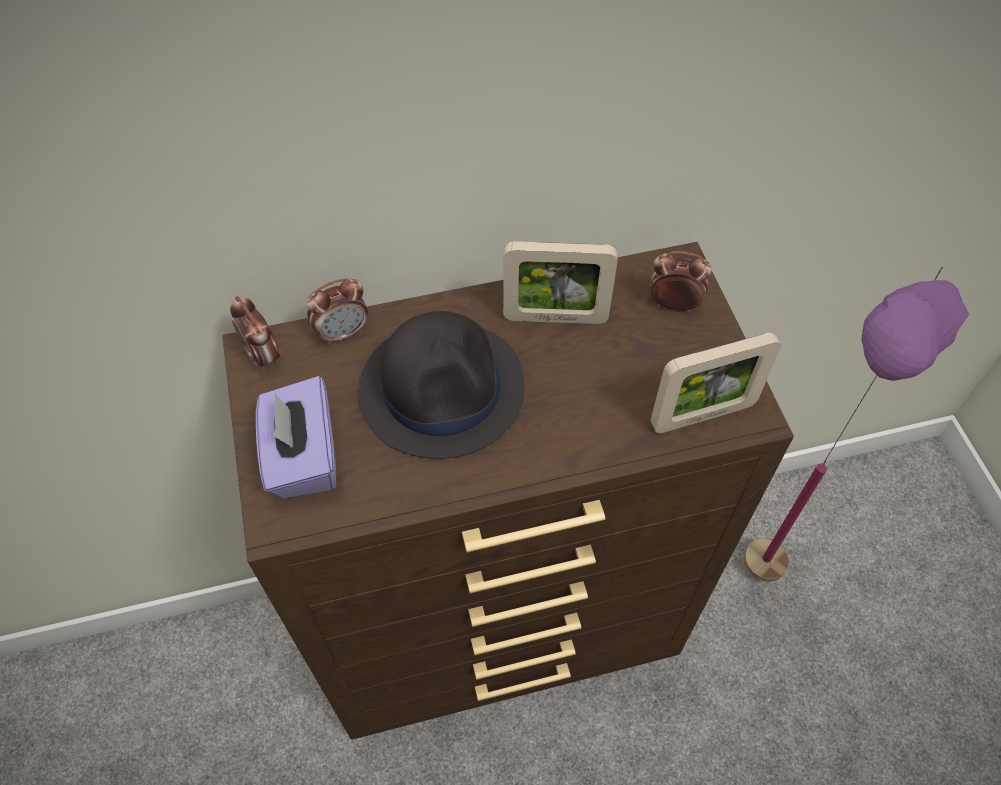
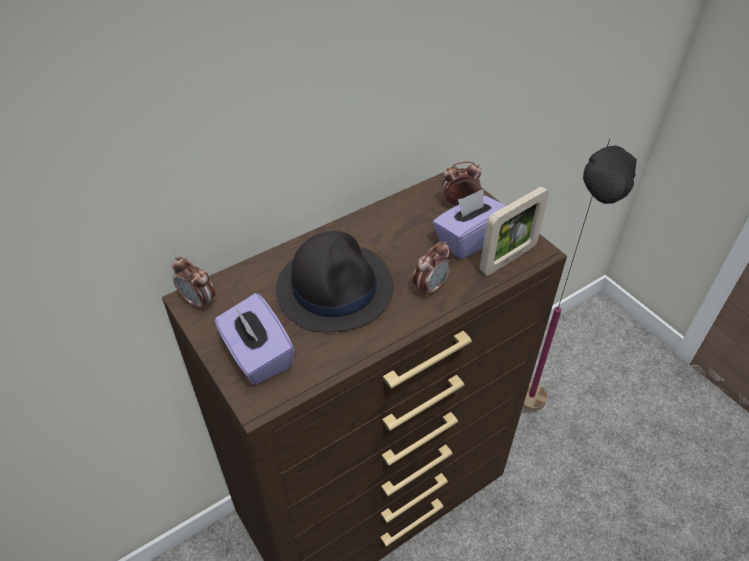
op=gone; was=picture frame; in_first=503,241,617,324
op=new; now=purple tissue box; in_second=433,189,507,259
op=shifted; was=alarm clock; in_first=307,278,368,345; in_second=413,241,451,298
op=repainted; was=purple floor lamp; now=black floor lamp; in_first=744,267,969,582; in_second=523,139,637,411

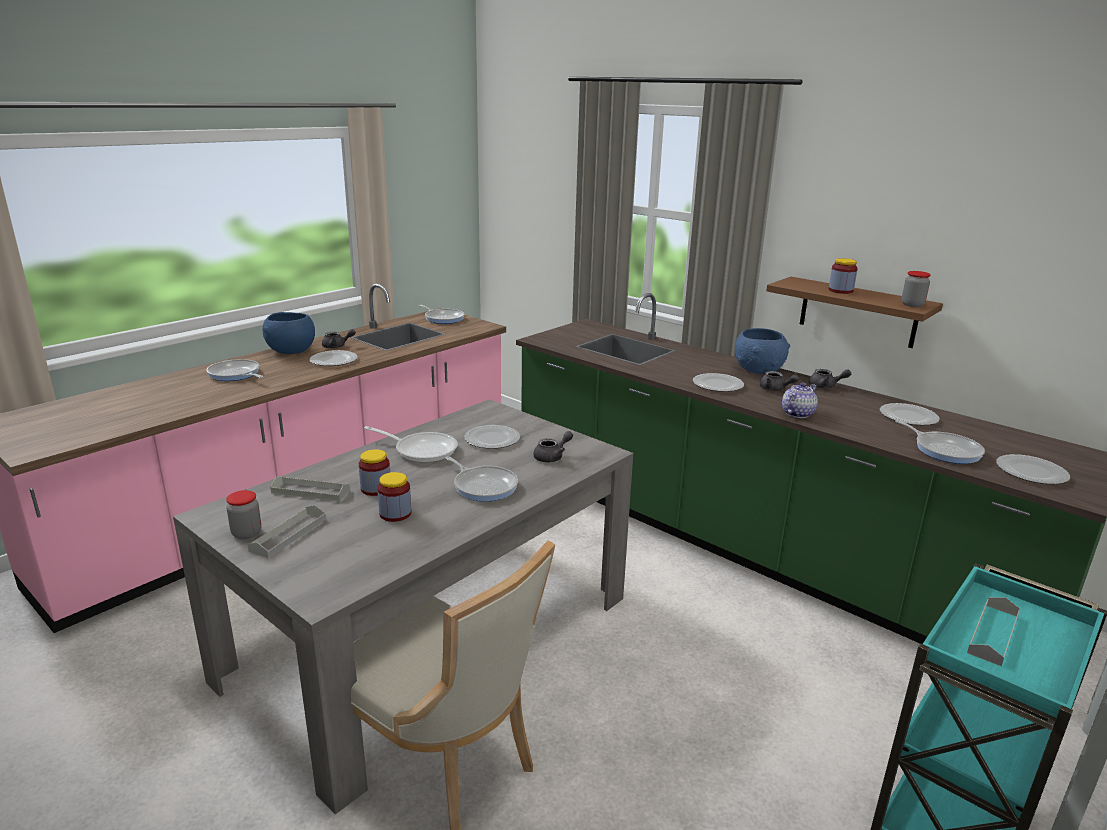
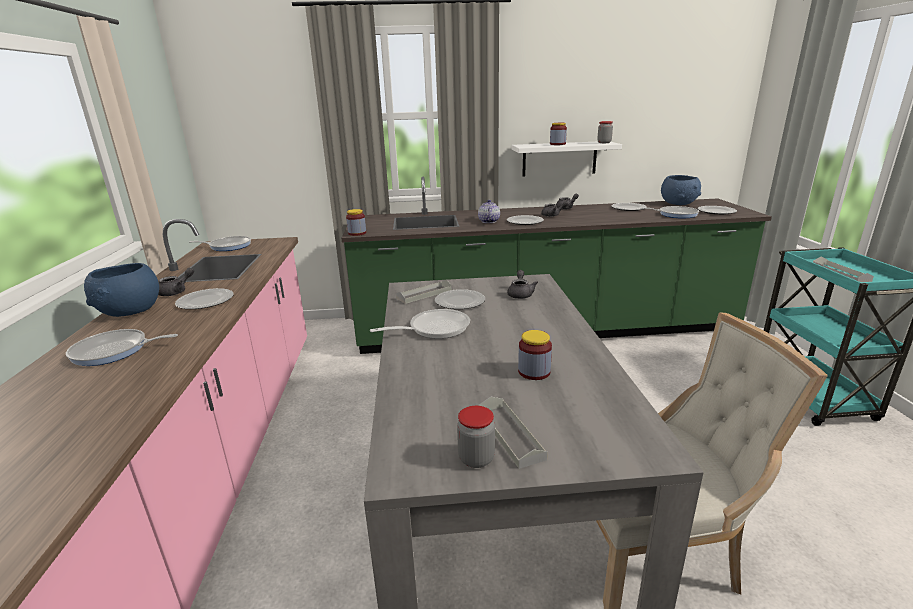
op=gone; was=frying pan; in_first=446,456,518,502
op=shifted; was=grey tray; in_first=270,476,350,501; in_second=396,279,452,304
op=shifted; was=jar; in_first=359,449,390,496; in_second=346,209,366,236
op=shifted; was=blue bowl; in_first=735,328,790,374; in_second=661,175,701,205
op=shifted; was=teapot; in_first=782,383,818,418; in_second=478,200,500,223
op=repainted; was=brown shelf; now=white shelf; in_first=766,277,943,348; in_second=512,142,622,177

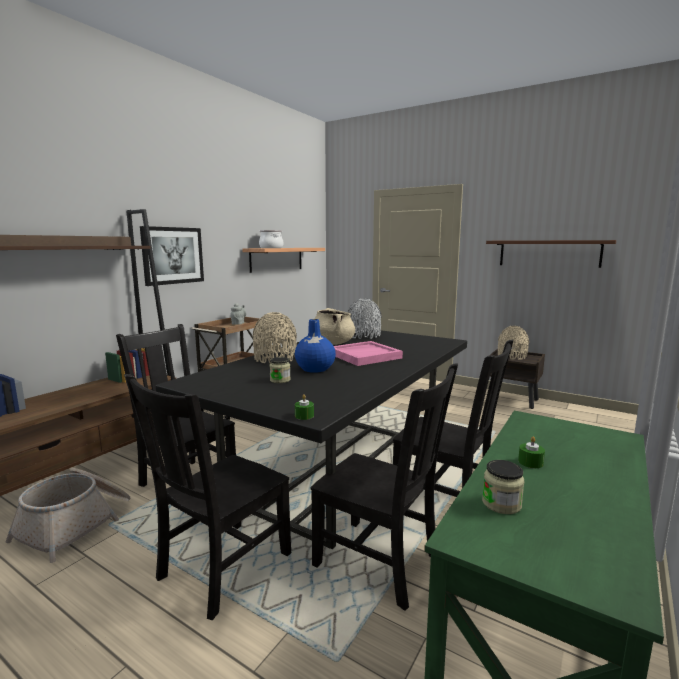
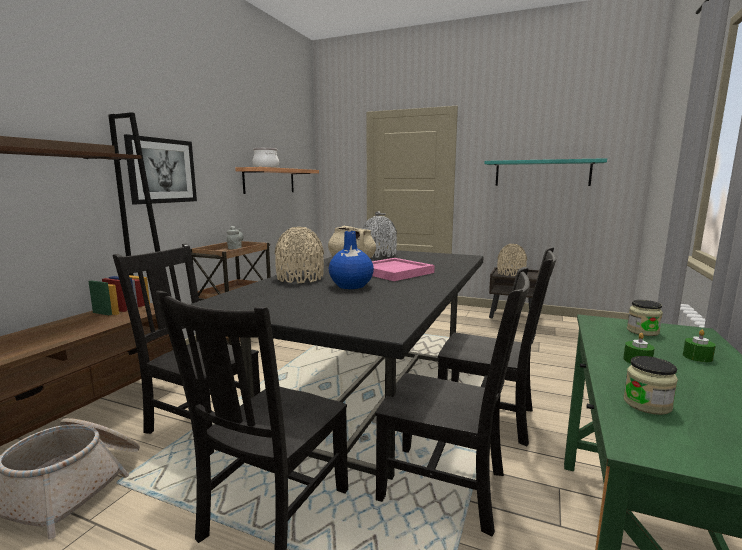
op=shifted; was=jar; in_first=269,357,291,383; in_second=627,300,663,336
op=shifted; was=green candle; in_first=295,394,314,420; in_second=683,330,716,362
op=repainted; was=brown shelf; now=turquoise shelf; in_first=486,240,616,268; in_second=485,158,607,186

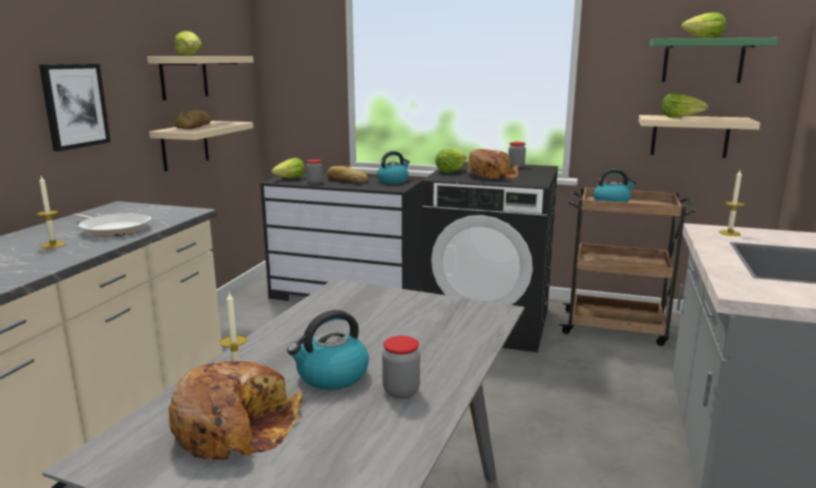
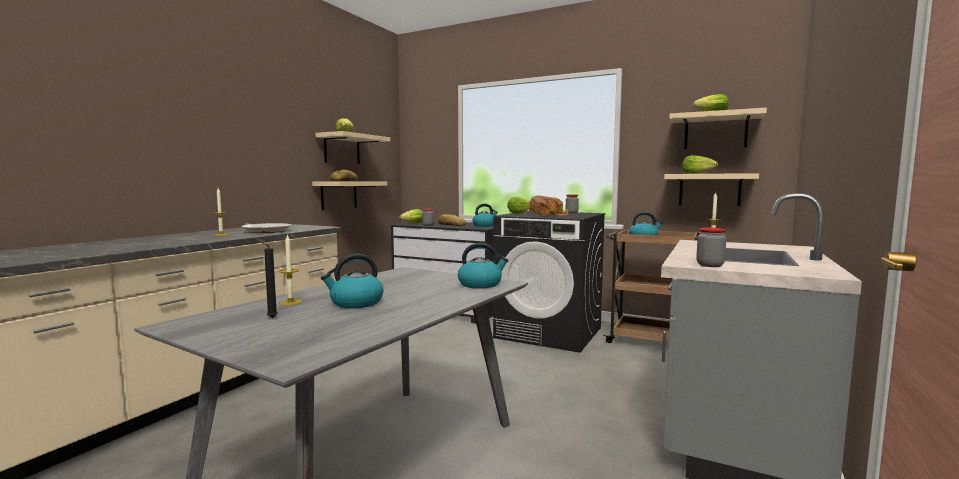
op=gone; was=picture; in_first=39,64,111,151
op=new; now=kettle; in_second=458,243,508,289
op=shifted; was=jar; in_first=382,336,420,399; in_second=696,227,726,267
op=swapped; was=bread; now=black candle; in_first=169,361,303,460; in_second=261,242,278,318
op=repainted; was=green shelf; now=beige shelf; in_first=649,38,778,83; in_second=669,108,767,149

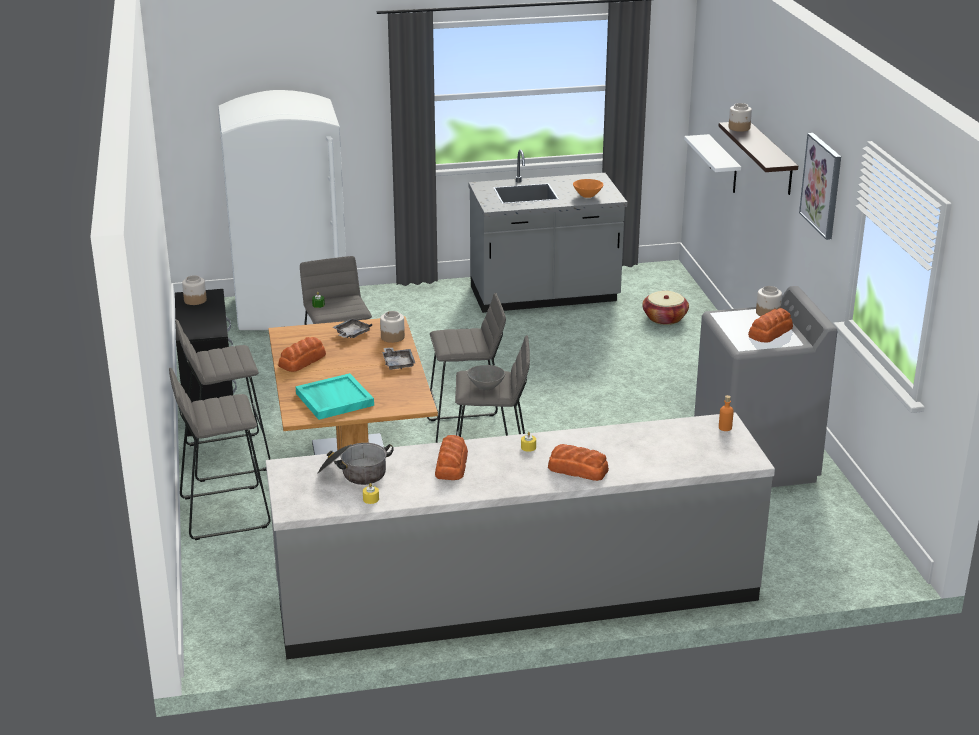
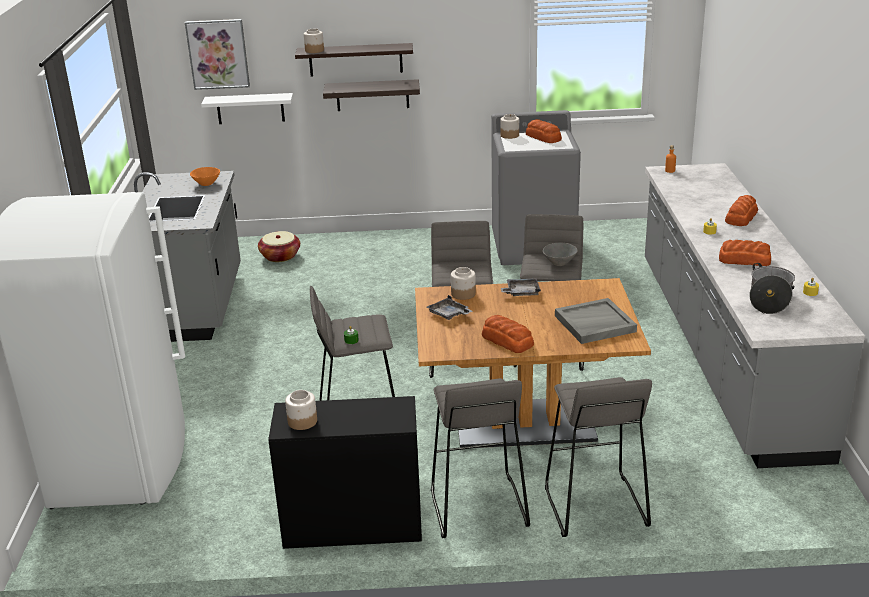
op=new; now=shelf; in_second=323,79,420,111
op=shifted; was=picture; in_first=799,133,841,240; in_second=185,19,250,90
op=repainted; was=turquoise tray; now=grey tray; in_first=295,373,374,420; in_second=555,298,637,344

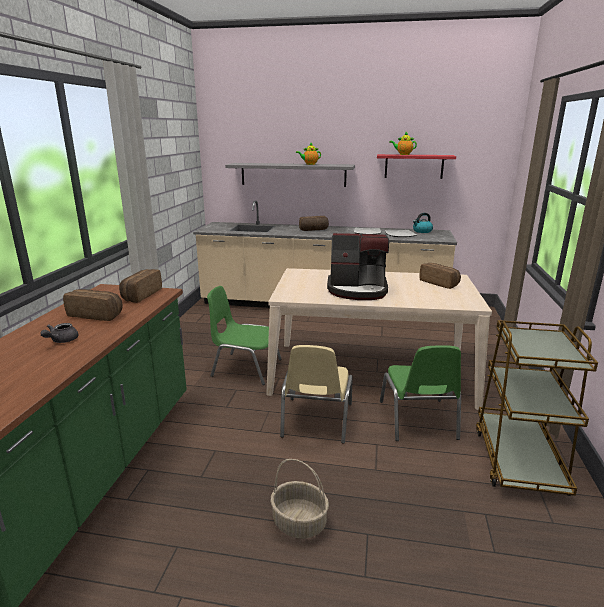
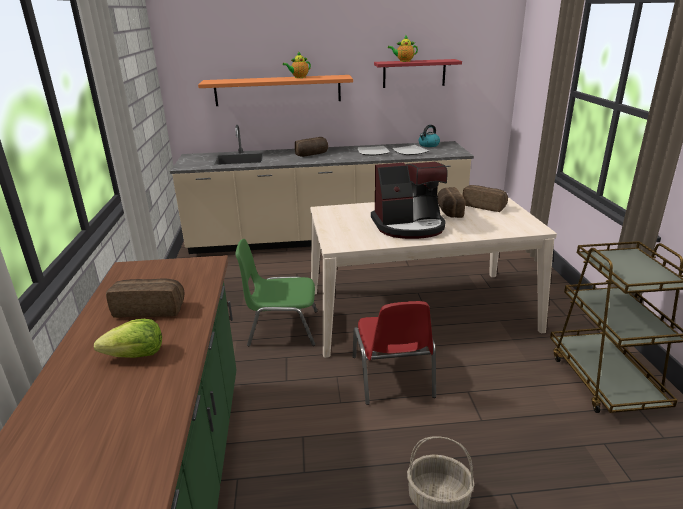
op=gone; was=green chair; in_first=380,345,461,441
op=shifted; was=bread; in_first=119,269,162,303; in_second=437,187,465,218
op=swapped; was=grey teapot; now=lettuce; in_first=40,323,79,343; in_second=94,319,162,358
op=repainted; was=grey shelf; now=orange shelf; in_first=225,163,355,187; in_second=198,75,353,106
op=repainted; was=beige chair; now=red chair; in_first=280,345,353,444; in_second=353,301,436,405

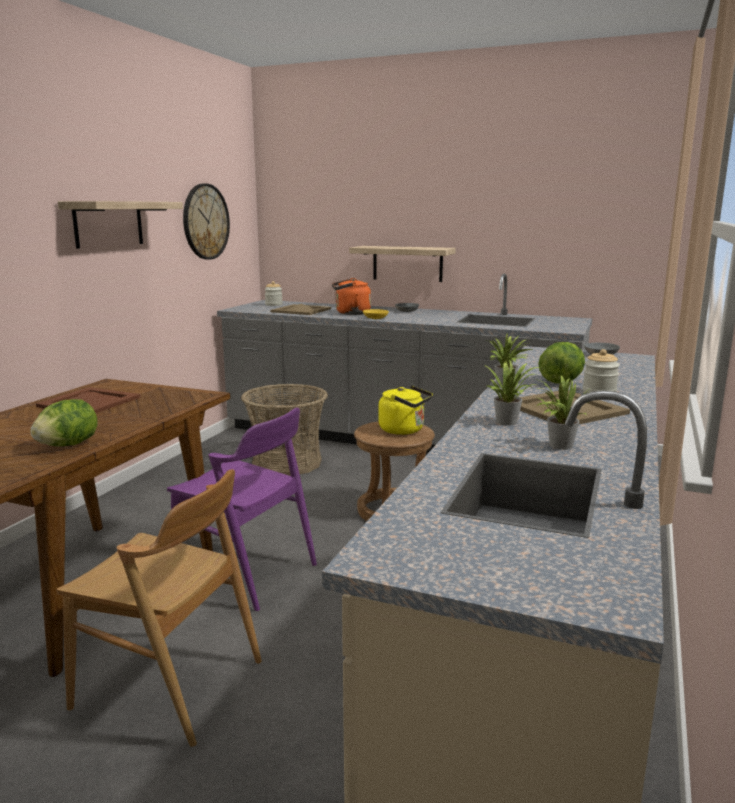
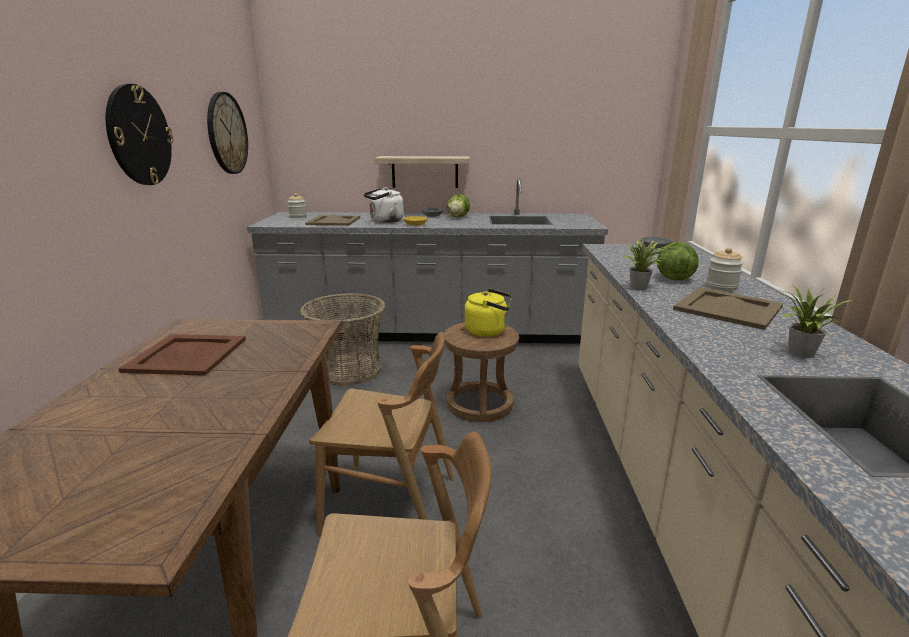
op=gone; was=potted plant; in_first=484,359,540,426
op=shifted; was=lettuce; in_first=30,399,98,446; in_second=447,194,470,217
op=swapped; was=shelf; now=wall clock; in_first=58,201,183,249; in_second=106,84,173,185
op=repainted; was=purple chair; now=brown chair; in_first=167,408,317,611; in_second=310,332,454,536
op=repainted; was=orange kettle; now=white kettle; in_first=332,278,371,315; in_second=364,187,404,223

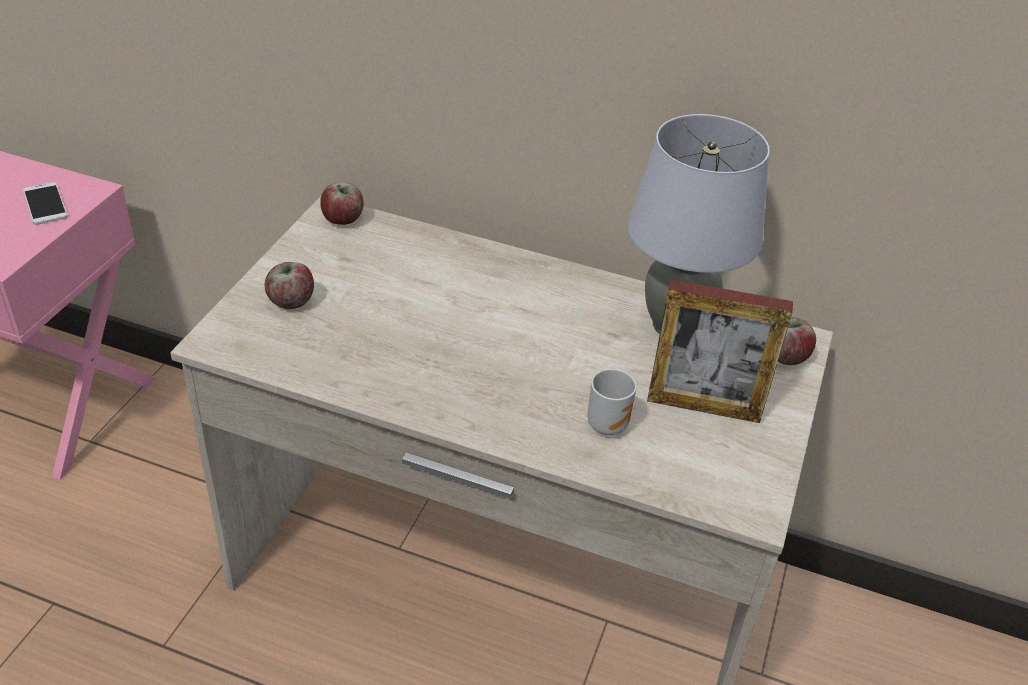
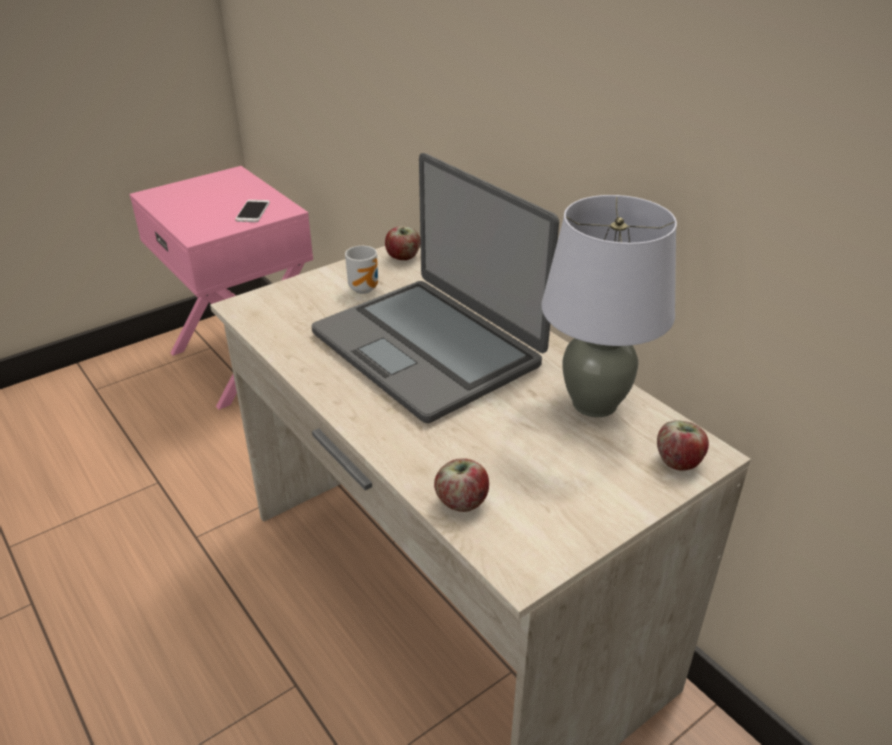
op=gone; was=picture frame; in_first=647,279,793,423
op=new; now=laptop; in_second=312,153,559,423
op=shifted; was=apple; in_first=265,262,314,309; in_second=434,458,489,512
op=shifted; was=mug; in_first=587,369,637,435; in_second=345,246,378,294

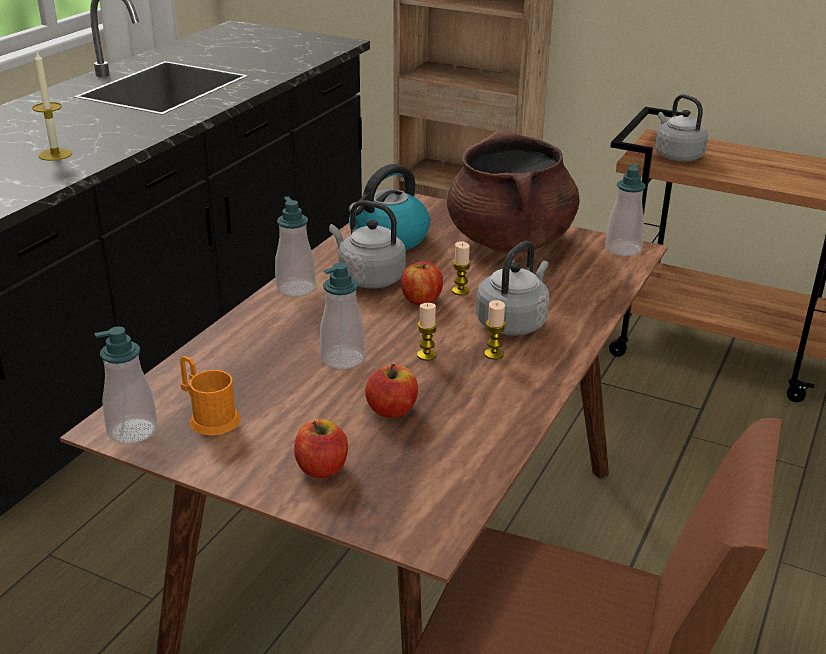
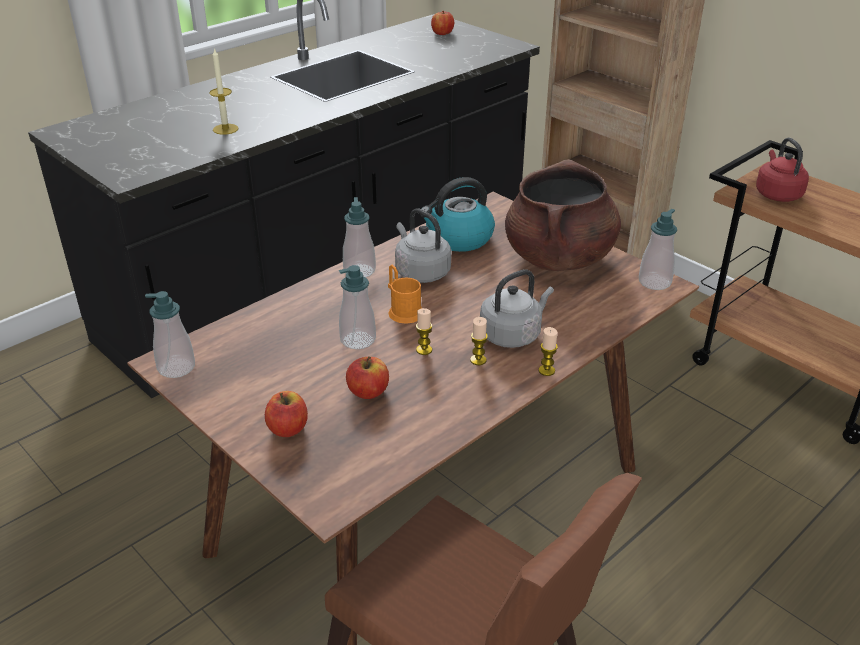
op=shifted; was=orange mug; in_first=180,356,241,435; in_second=388,265,422,324
op=shifted; was=apple; in_first=401,261,443,305; in_second=431,11,454,35
op=shifted; was=candle; in_first=452,241,471,295; in_second=538,327,558,376
op=repainted; was=grey kettle; now=red kettle; in_first=655,94,708,162; in_second=756,138,809,202

